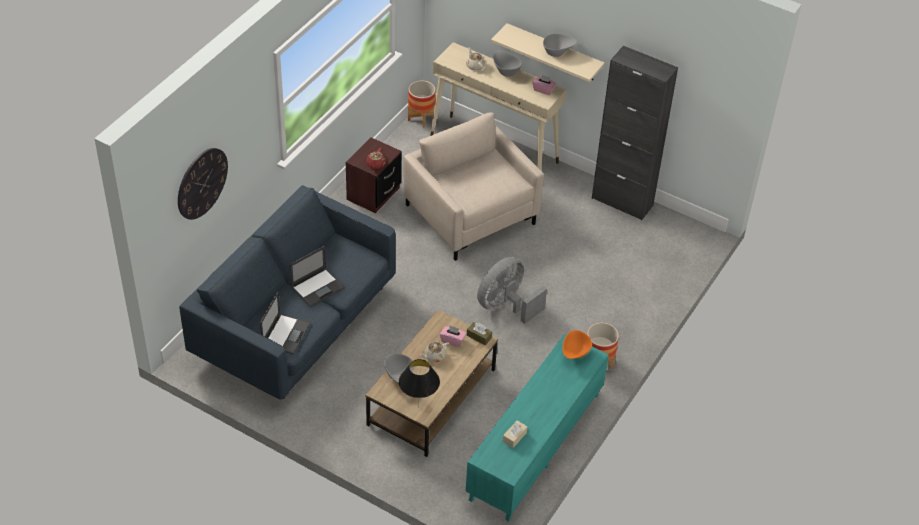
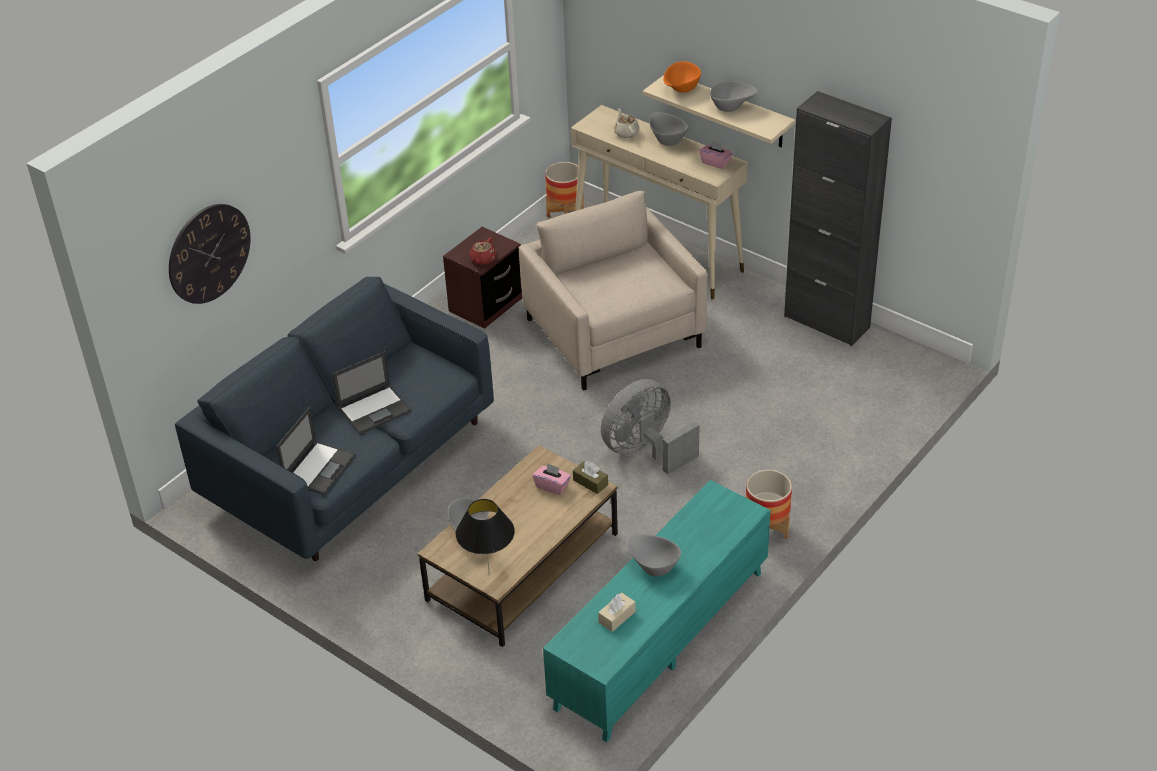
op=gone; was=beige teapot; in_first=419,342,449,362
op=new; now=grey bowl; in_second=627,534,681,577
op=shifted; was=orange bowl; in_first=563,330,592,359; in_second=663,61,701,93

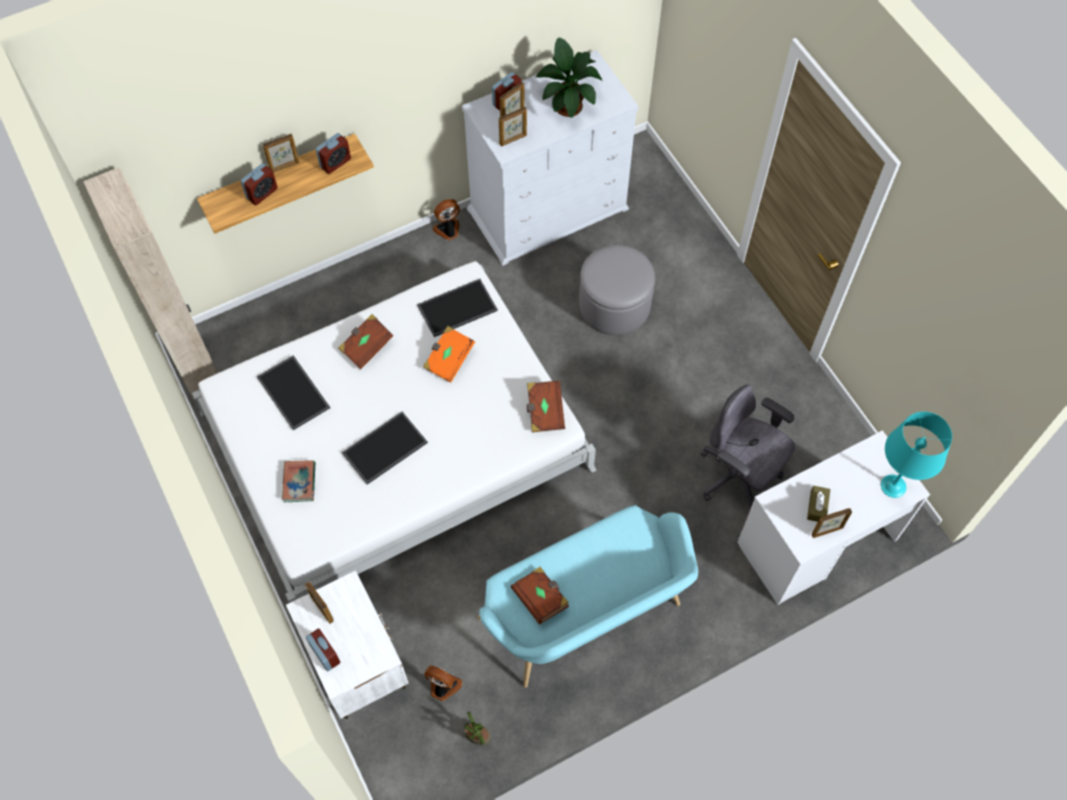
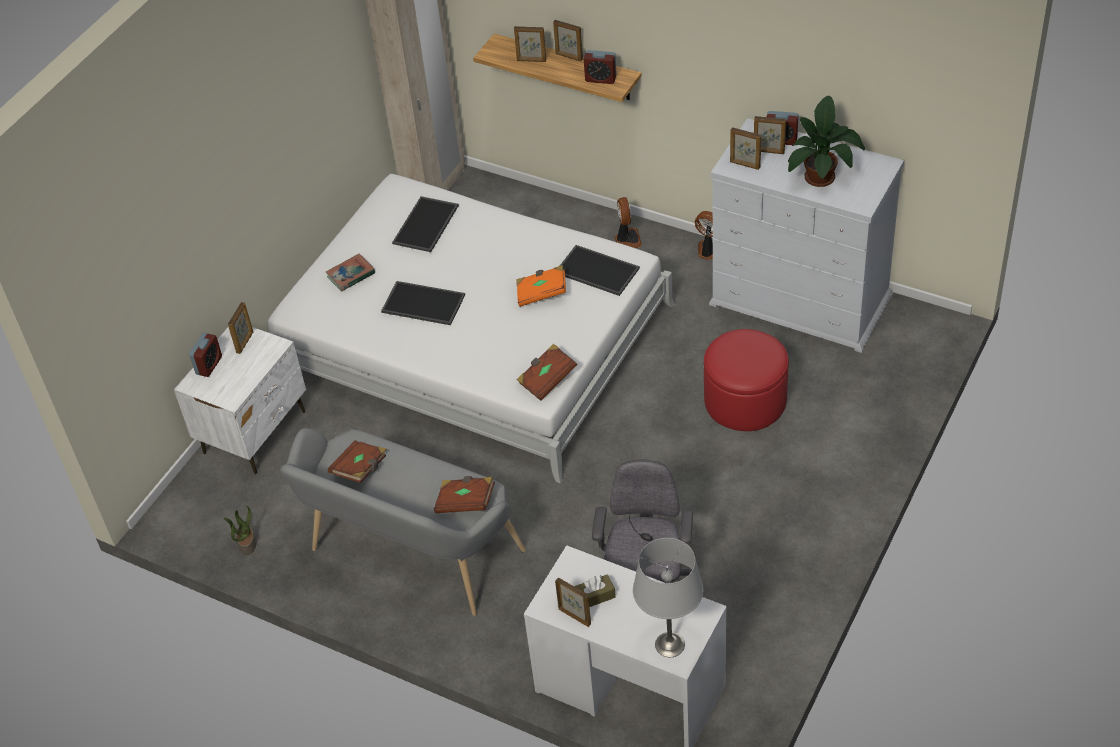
op=shifted; was=brown book; in_first=338,314,394,369; in_second=434,476,495,513
op=shifted; was=fan; in_first=424,665,462,702; in_second=615,197,642,248
op=swapped; was=alarm clock; now=picture frame; in_first=241,163,278,205; in_second=514,26,546,62
op=repainted; was=turquoise bench; now=grey bench; in_first=477,505,698,688; in_second=280,428,526,616
op=repainted; was=grey ottoman; now=red ottoman; in_first=579,245,655,335; in_second=704,329,789,431
op=repainted; was=turquoise table lamp; now=grey table lamp; in_first=881,412,952,498; in_second=633,538,703,657

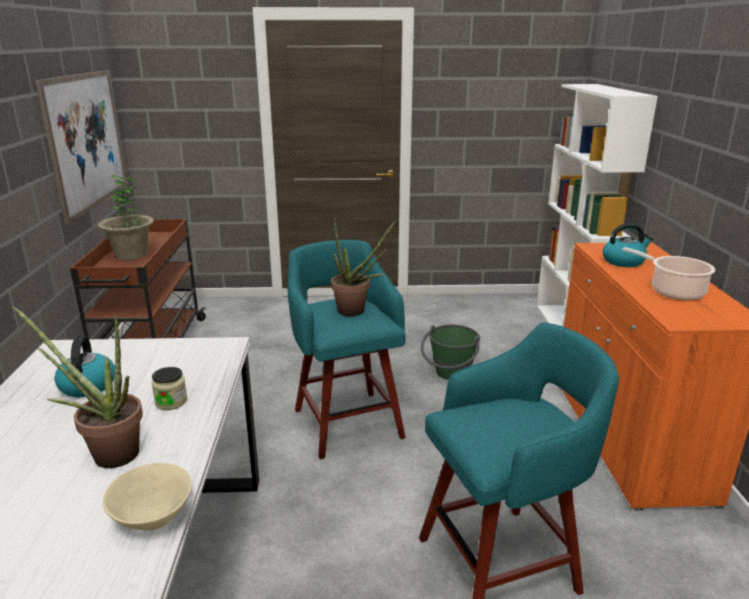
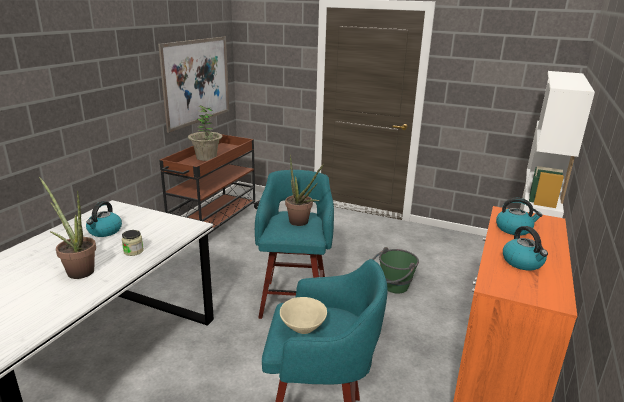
op=shifted; was=beige bowl; in_first=103,463,192,530; in_second=280,297,327,334
op=swapped; was=cooking pot; now=kettle; in_first=622,247,716,300; in_second=503,226,548,271

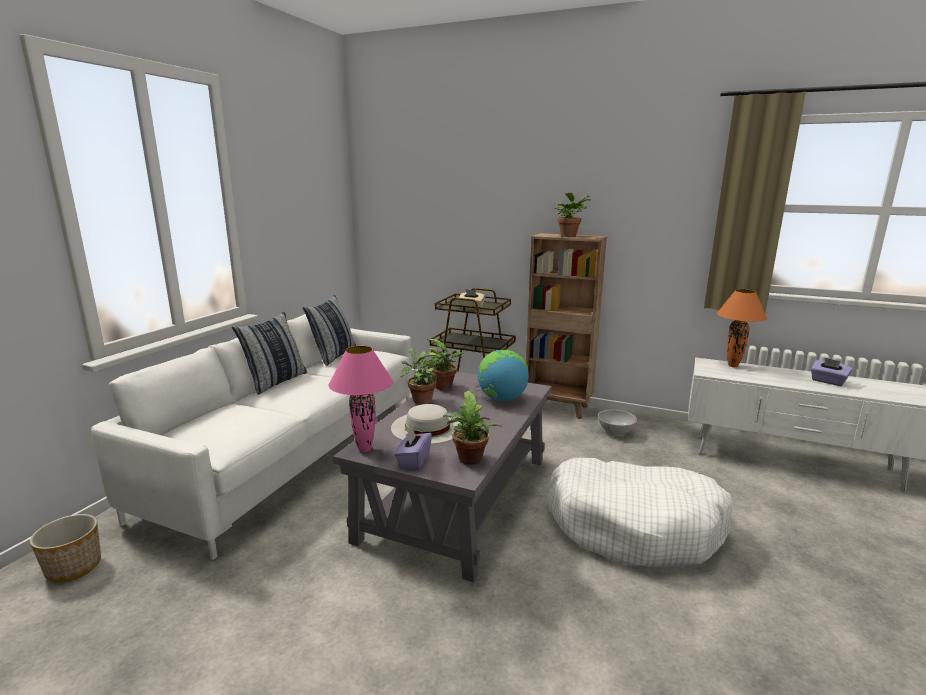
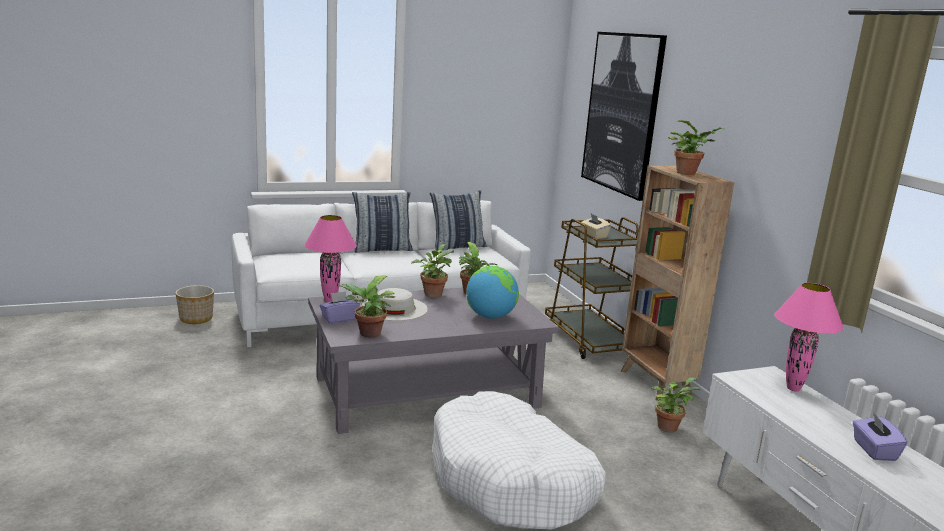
op=new; now=picture; in_second=581,32,667,201
op=swapped; was=white bowl; now=potted plant; in_first=598,409,637,436; in_second=650,377,700,433
op=repainted; was=orange table lamp; now=pink table lamp; in_first=717,289,767,367; in_second=774,283,844,391

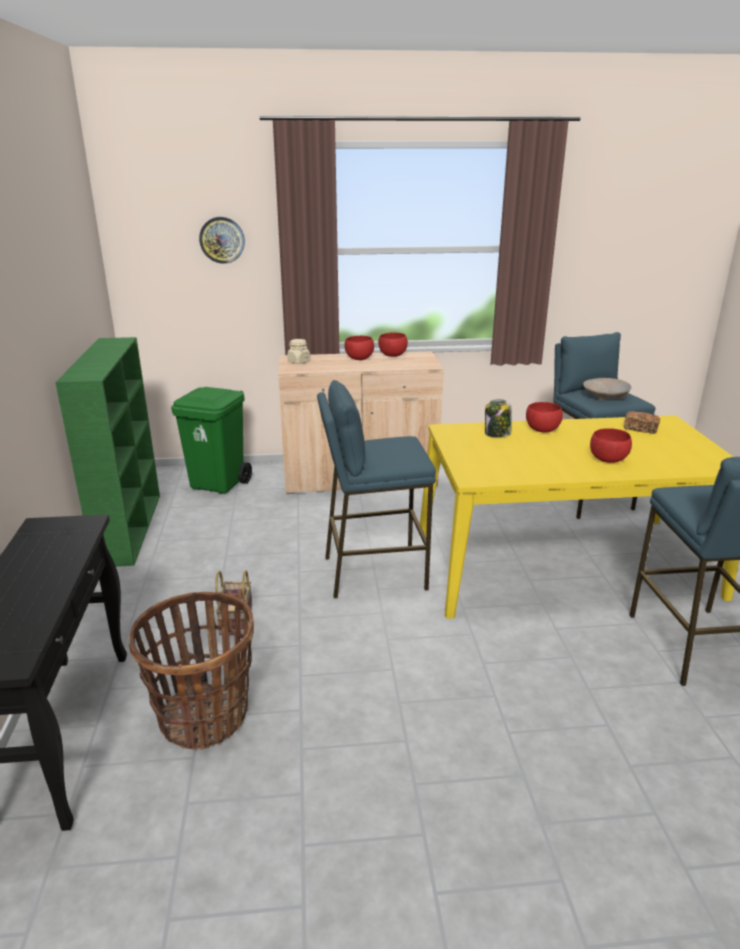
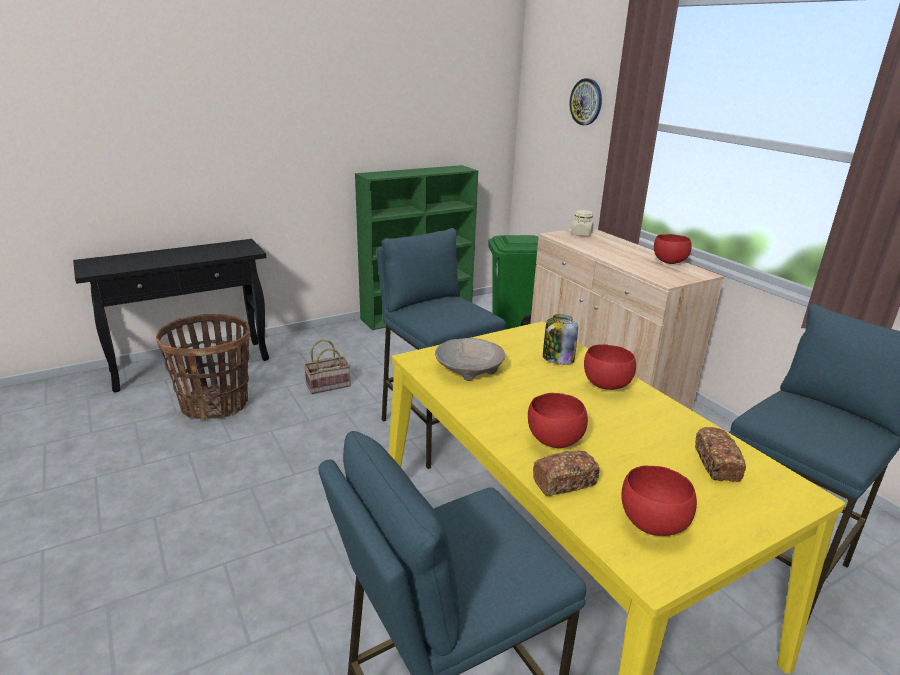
op=new; now=bread; in_second=533,450,600,496
op=shifted; was=red bowl; in_first=345,335,374,360; in_second=621,466,697,536
op=shifted; was=beige bowl; in_first=583,378,632,400; in_second=435,338,505,381

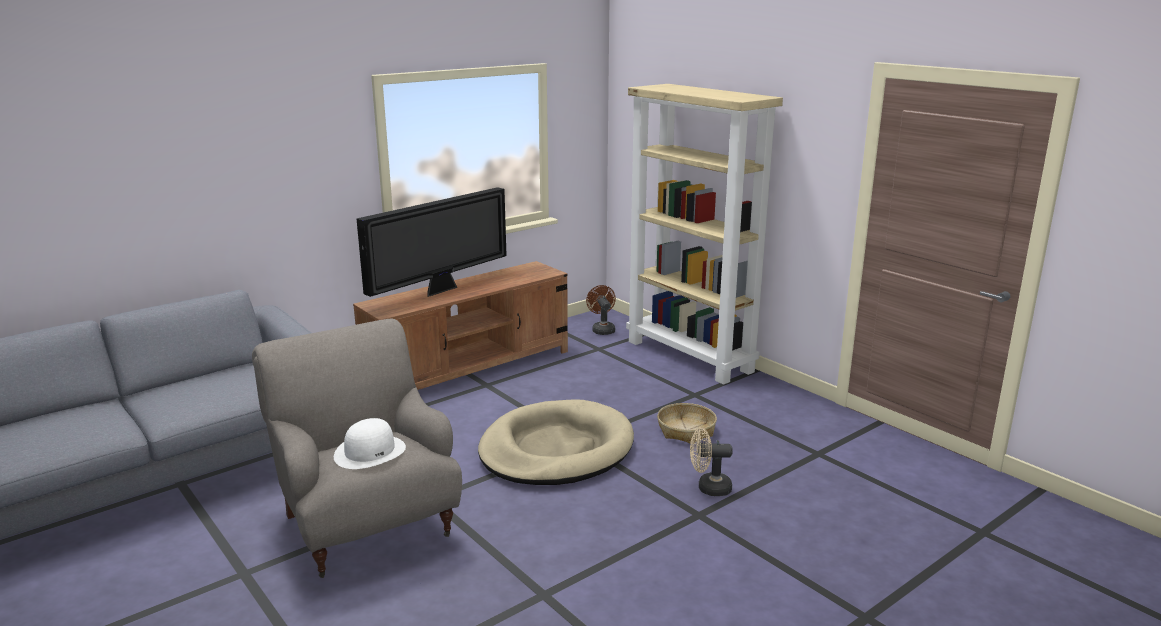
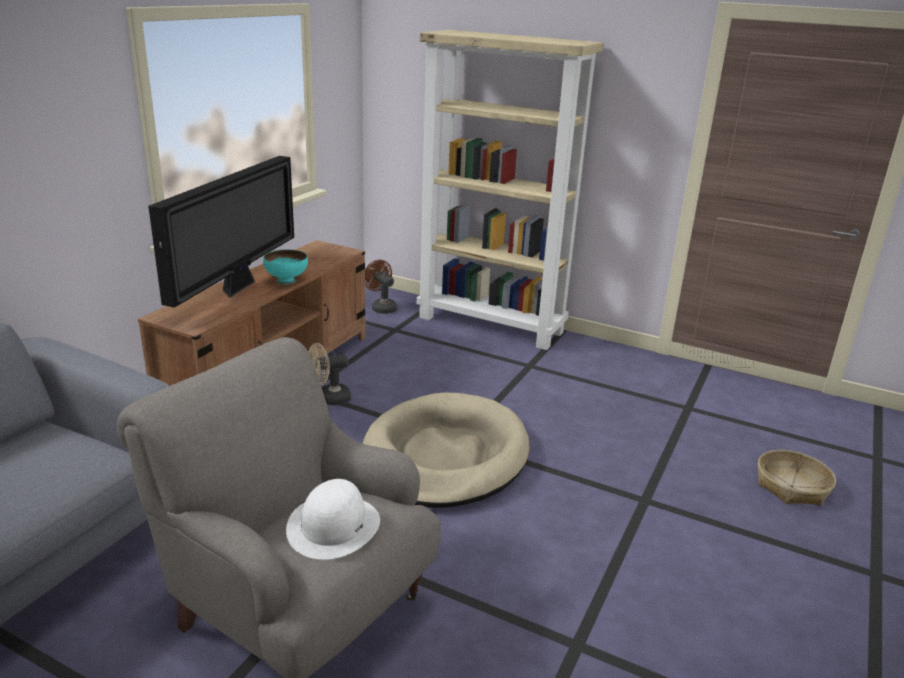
op=new; now=turquoise bowl; in_second=263,249,308,285
op=shifted; was=basket; in_first=657,403,717,444; in_second=758,450,836,506
op=shifted; was=beige fan; in_first=690,428,733,496; in_second=309,343,351,405

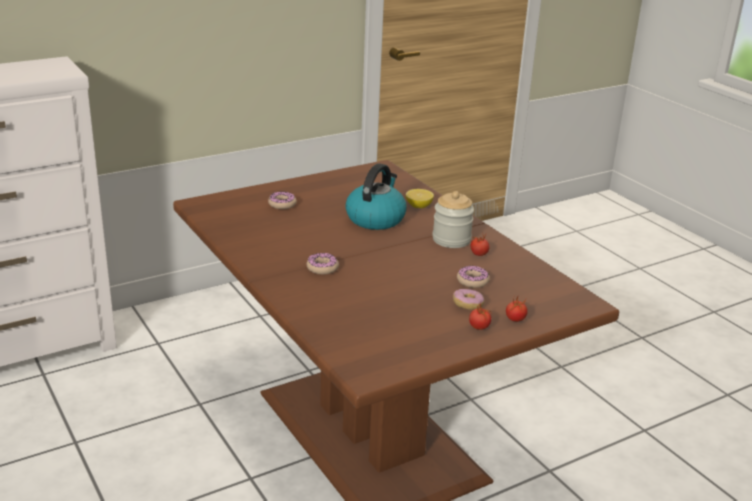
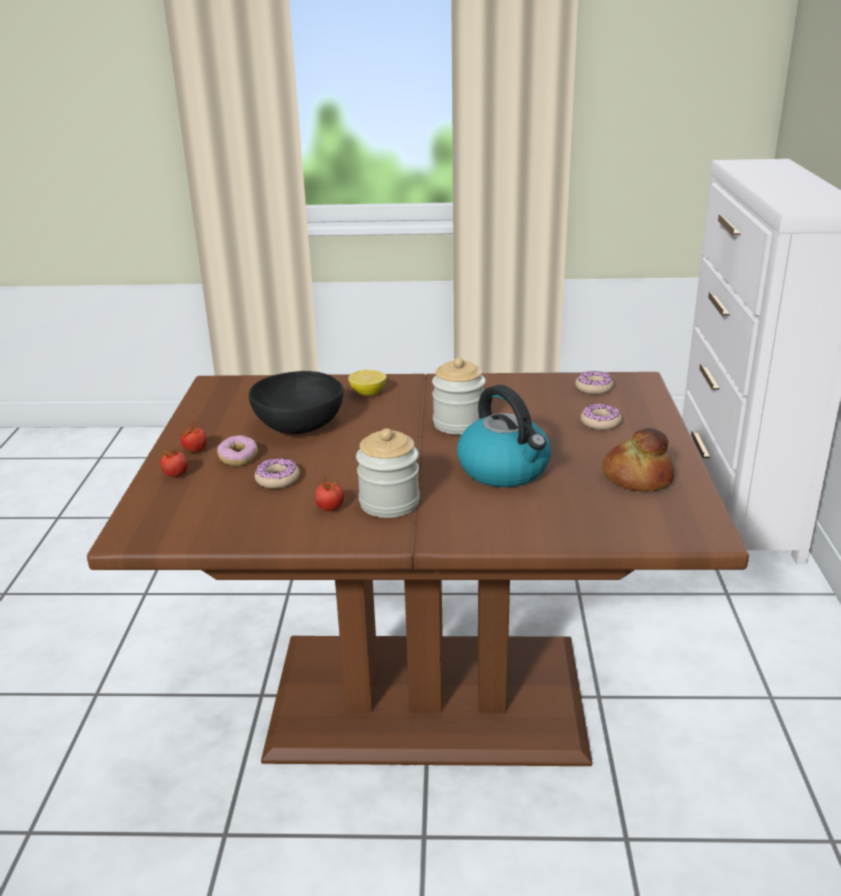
op=new; now=black bowl; in_second=249,371,344,434
op=new; now=jar; in_second=432,357,486,435
op=new; now=bread; in_second=602,428,674,492
op=shifted; was=donut; in_first=307,253,339,275; in_second=575,371,614,394
op=shifted; was=lemon; in_first=406,189,434,208; in_second=348,370,386,396

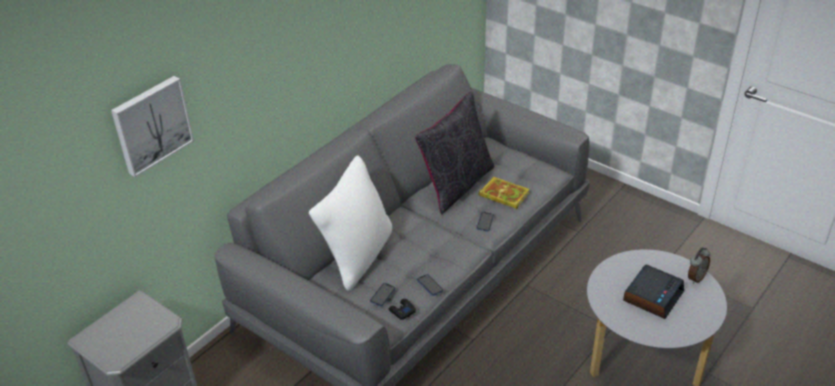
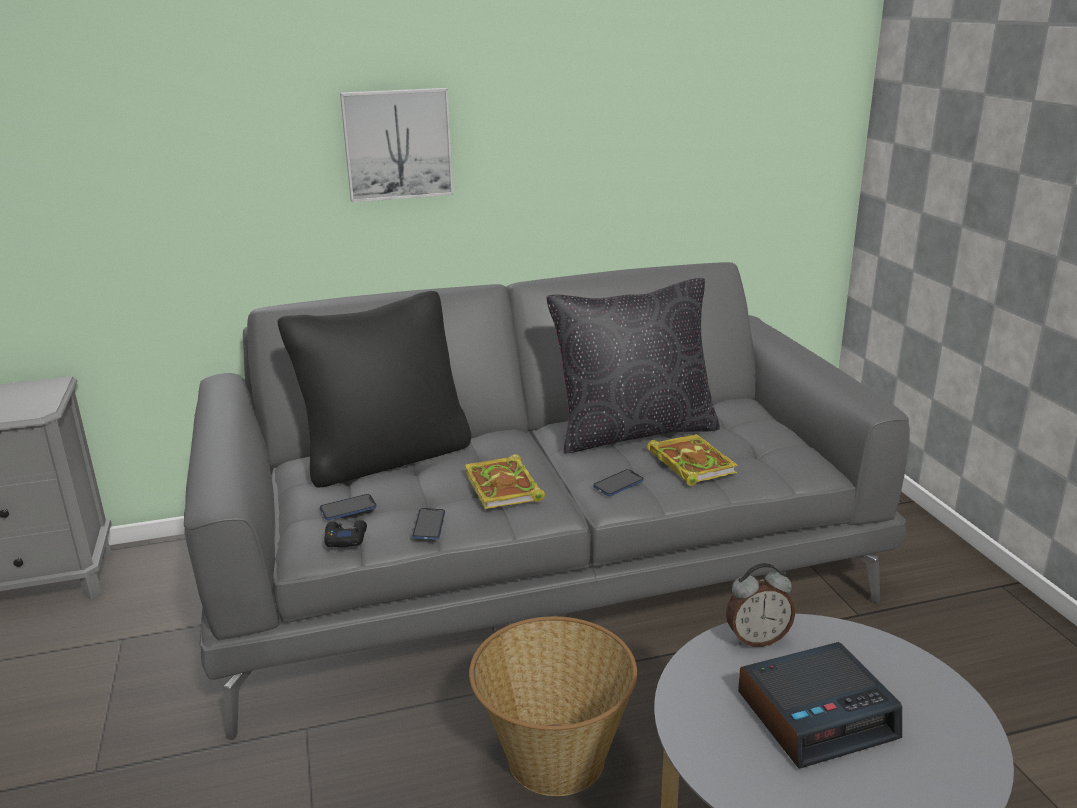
op=new; now=book; in_second=465,454,545,509
op=new; now=basket; in_second=469,616,637,796
op=shifted; was=picture; in_first=111,76,194,177; in_second=340,88,454,202
op=shifted; was=alarm clock; in_first=688,247,710,284; in_second=726,563,795,647
op=repainted; was=white pillow; now=black pillow; in_first=309,155,392,291; in_second=278,291,471,487

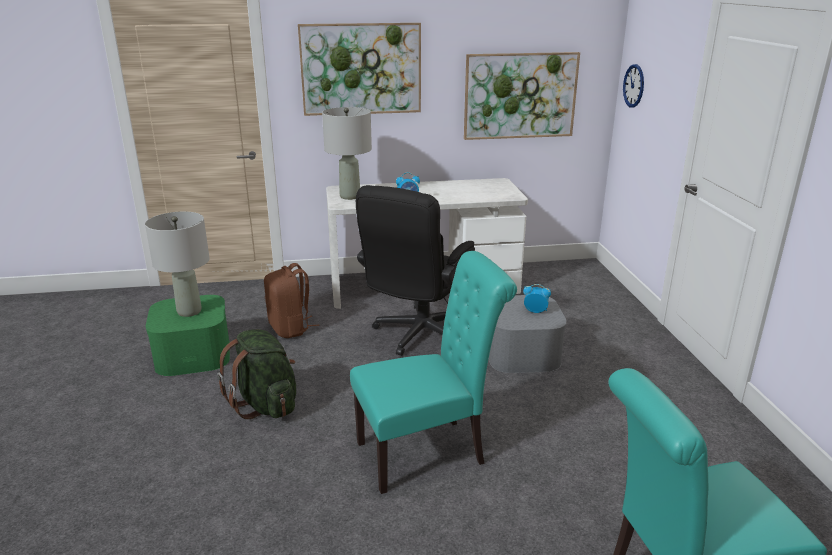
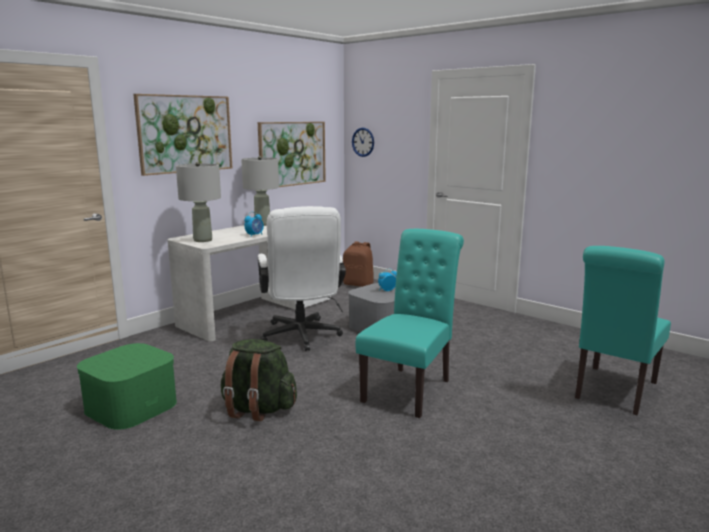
op=shifted; was=grey table lamp; in_first=145,211,210,317; in_second=241,156,279,226
op=shifted; was=brown backpack; in_first=264,263,319,338; in_second=343,241,374,287
op=repainted; was=black office chair; now=white office chair; in_first=356,185,475,356; in_second=258,206,346,351

